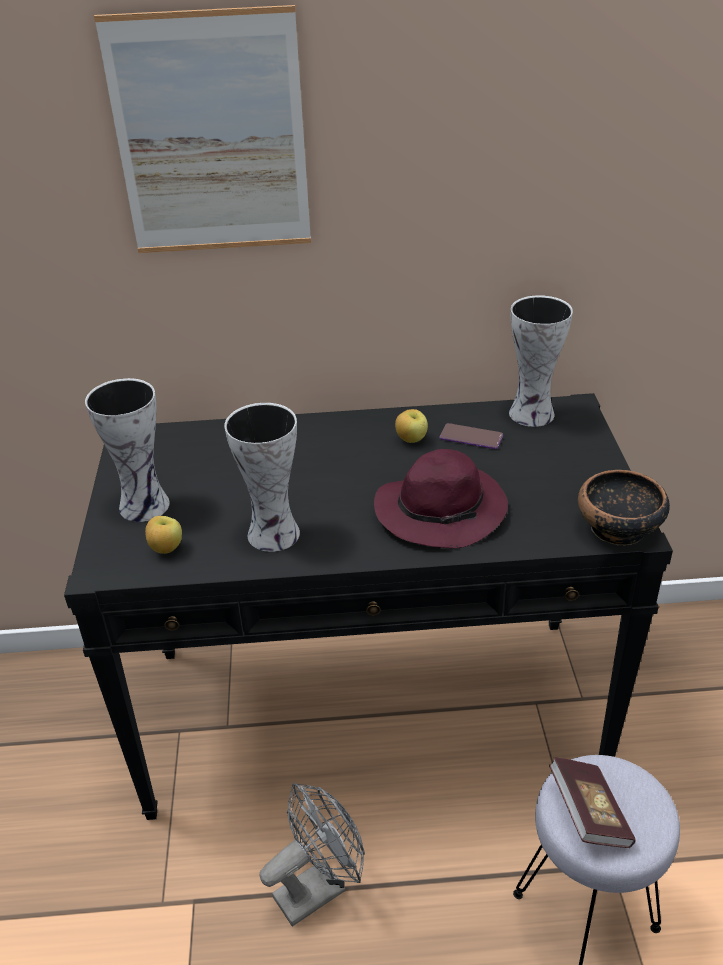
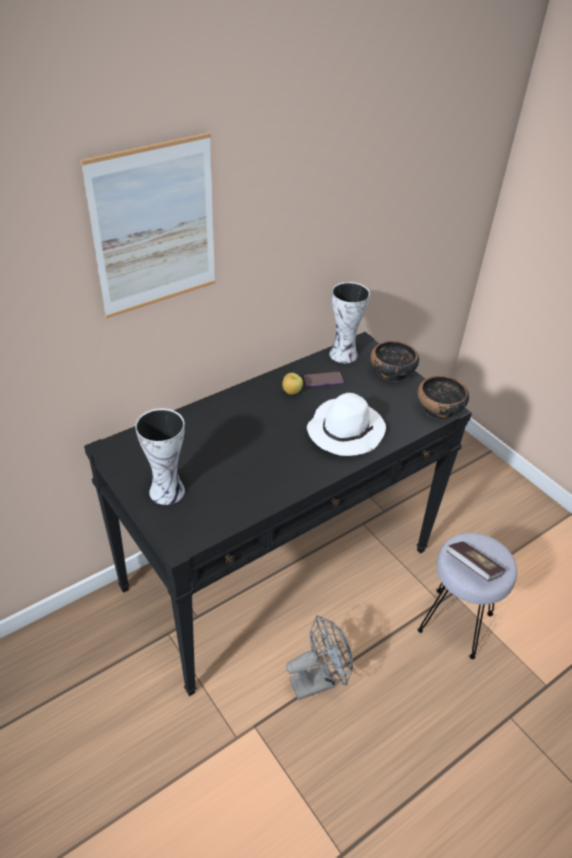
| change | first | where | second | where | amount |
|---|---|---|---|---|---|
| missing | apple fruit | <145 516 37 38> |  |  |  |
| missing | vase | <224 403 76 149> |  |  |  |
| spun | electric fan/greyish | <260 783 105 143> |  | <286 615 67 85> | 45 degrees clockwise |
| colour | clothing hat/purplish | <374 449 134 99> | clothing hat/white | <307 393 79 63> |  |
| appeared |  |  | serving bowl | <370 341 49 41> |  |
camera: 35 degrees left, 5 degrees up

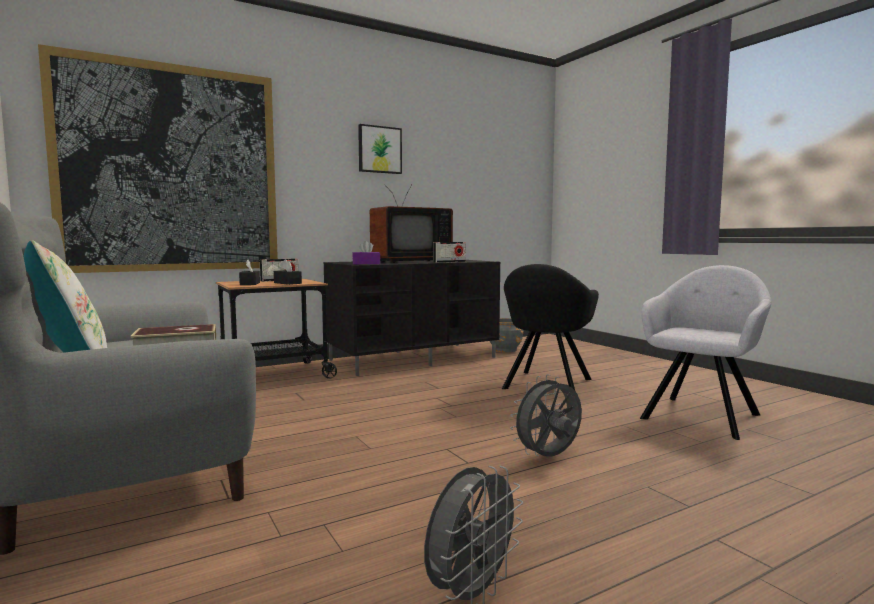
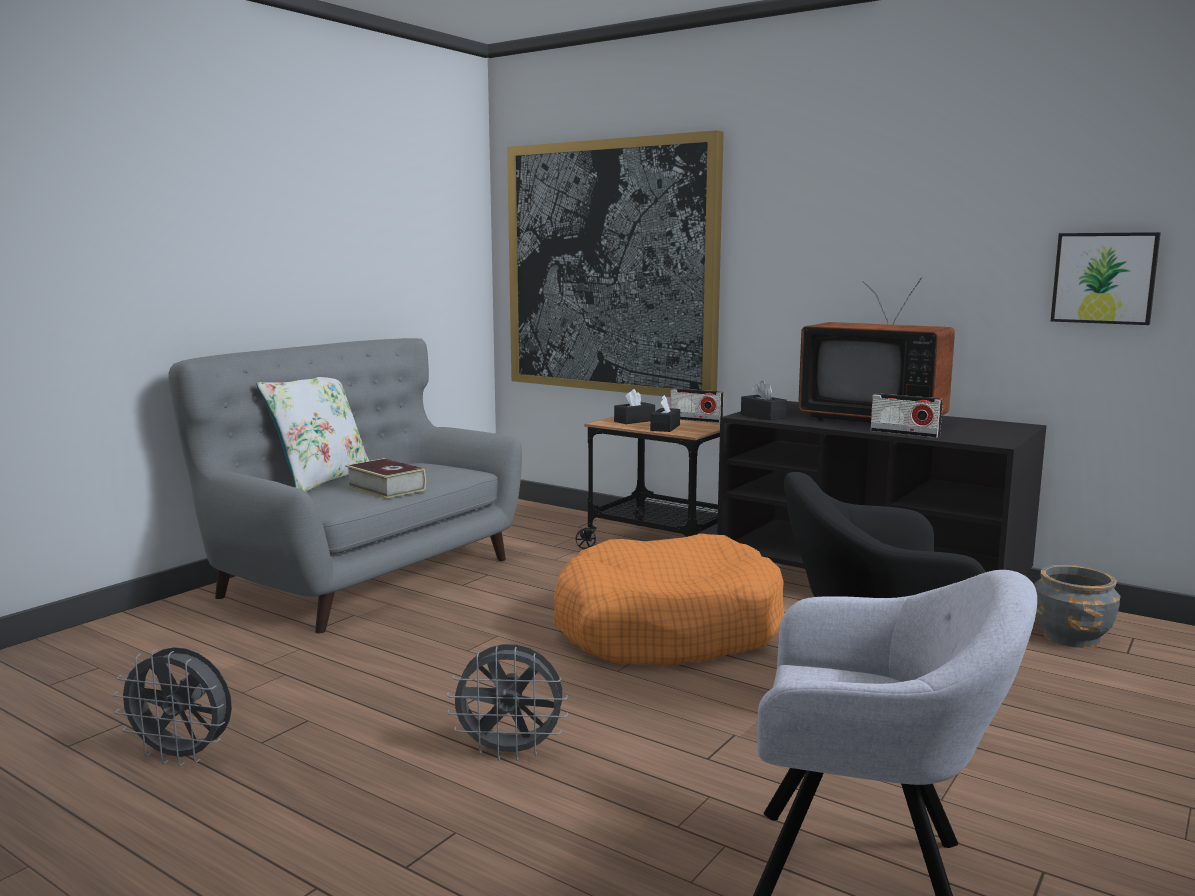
| change | first | where | second | where | amount |
|---|---|---|---|---|---|
| colour | box of tissues/purplish | <352 241 28 23> | box of tissues/blackish | <741 380 46 40> |  |
| relocated | picture | <358 124 44 50> |  | <1051 232 110 93> |  |
| spun | electric fan/greyish | <510 374 72 83> |  | <447 644 121 117> | 150 degrees clockwise |
| appeared |  |  | pet bed/orange-coloured | <553 534 231 132> |  |
camera: 65 degrees right, 5 degrees up

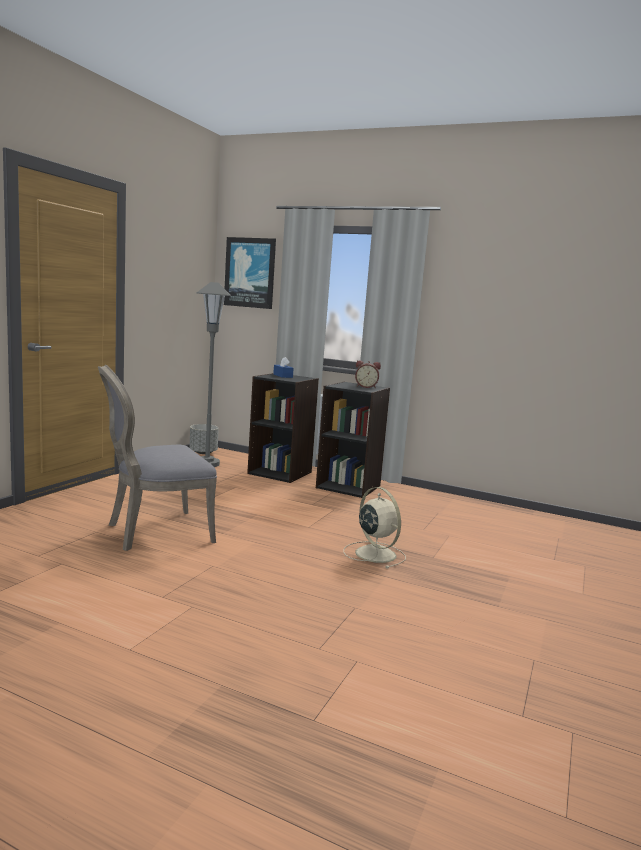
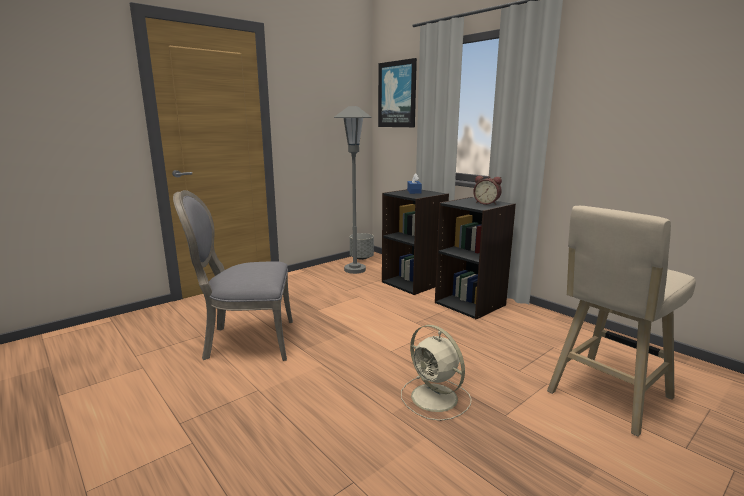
| change | first | where | second | where | amount |
|---|---|---|---|---|---|
| spun | electric fan/beige | <343 487 63 82> |  | <401 325 71 96> | 150 degrees clockwise |
| appeared |  |  | sitting stool/beige | <547 206 149 231> |  |
camera: 25 degrees right, 5 degrees up

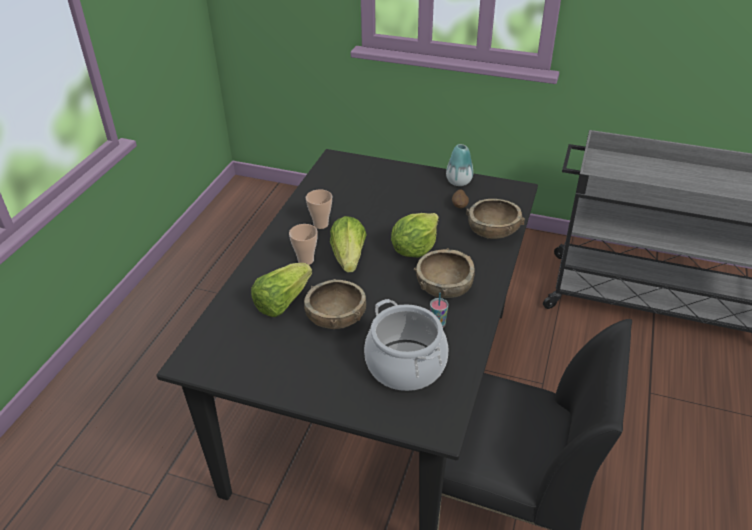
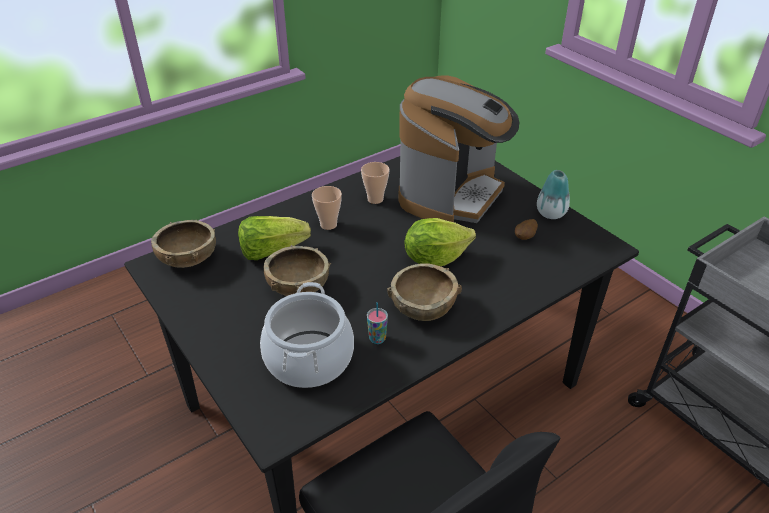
| change | first | where | second | where | amount |
|---|---|---|---|---|---|
| missing | lettuce | <330 216 36 56> |  |  |  |
| relocated | serving bowl/brown-coloured | <466 199 59 40> |  | <151 220 65 48> |  |
| appeared |  |  | coffee machine | <399 75 120 148> |  |
camera: 35 degrees right, 0 degrees up

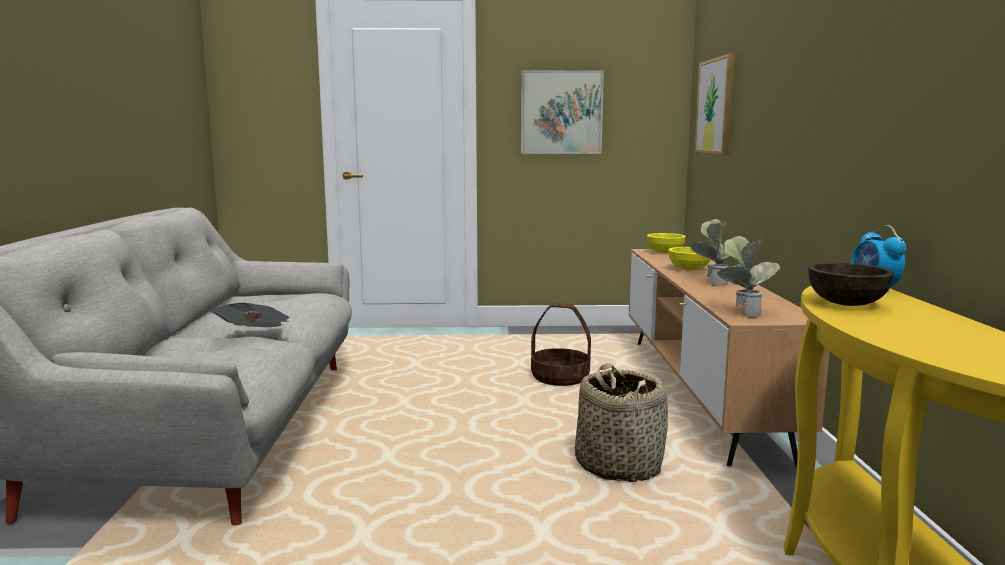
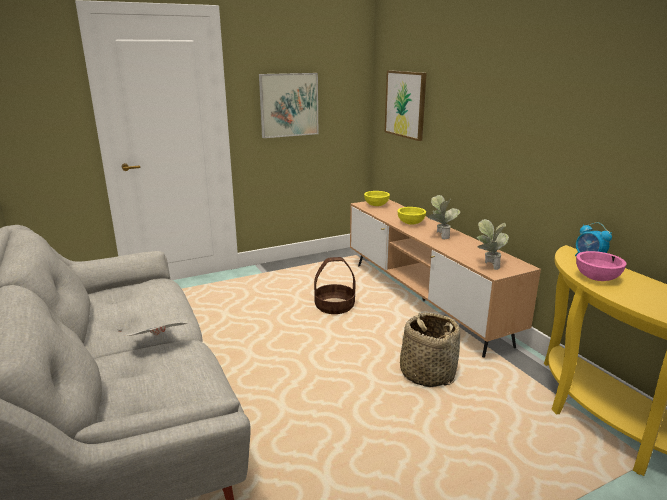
| change | first | where | second | where | amount |
|---|---|---|---|---|---|
| colour | serving bowl/brown-coloured | <808 263 86 43> | serving bowl/pink-coloured | <576 251 50 30> |  |
camera: 25 degrees left, 10 degrees up

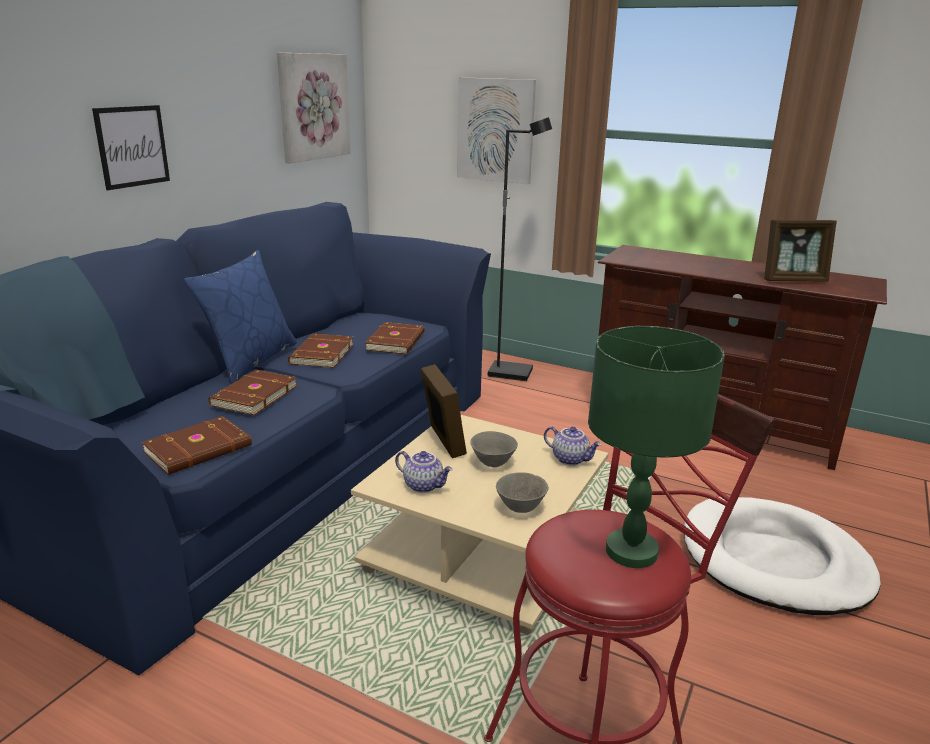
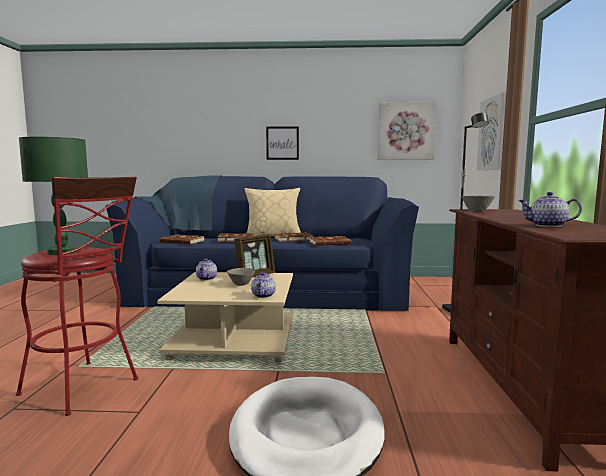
| change | first | where | second | where | amount |
|---|---|---|---|---|---|
| colour | cushion/blue | <184 250 114 134> | cushion/beige | <245 188 56 48> |  |
| relocated | serving bowl/greyish | <496 473 53 40> |  | <462 196 33 16> |  |
| exchanged | picture frame | <764 219 73 63> | teapot | <518 192 64 35> |  |
camera: 65 degrees right, 15 degrees down

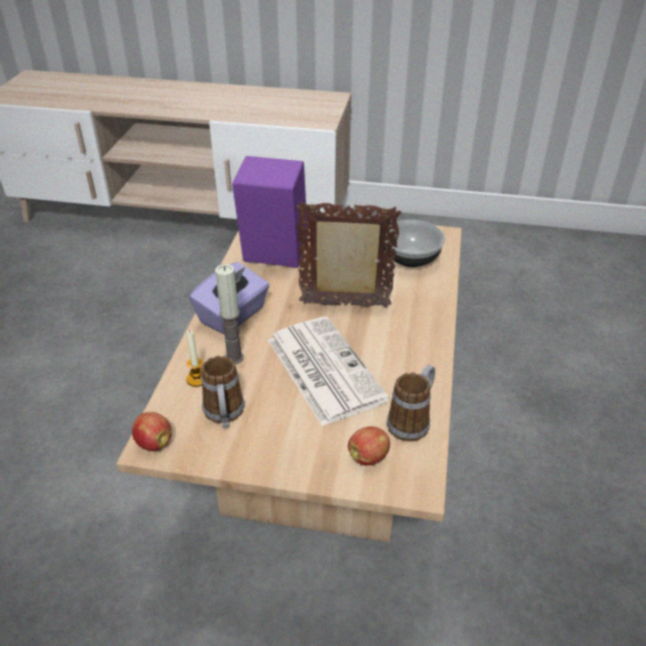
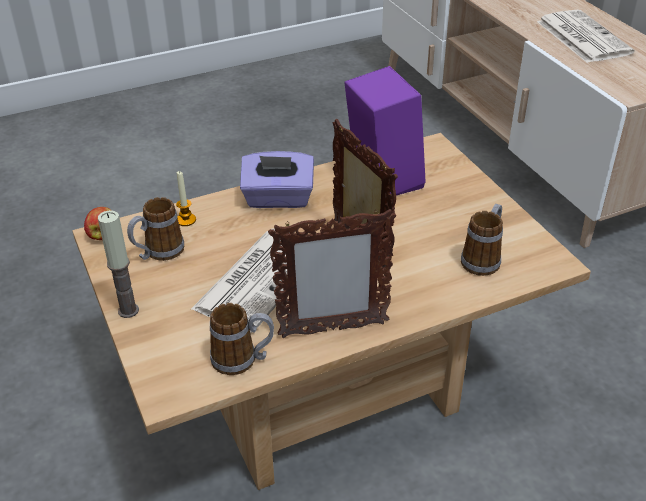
| change | first | where | second | where | amount |
|---|---|---|---|---|---|
| relocated | candle | <215 264 29 100> |  | <98 210 41 108> |  |
| missing | apple fruit | <348 426 42 40> |  |  |  |
| exchanged | serving bowl | <385 220 60 47> | tea mug | <461 204 42 72> |  |
| appeared |  |  | picture frame | <268 209 128 129> |  |
| appeared |  |  | newspaper | <537 9 97 54> |  |
camera: 55 degrees right, 0 degrees up

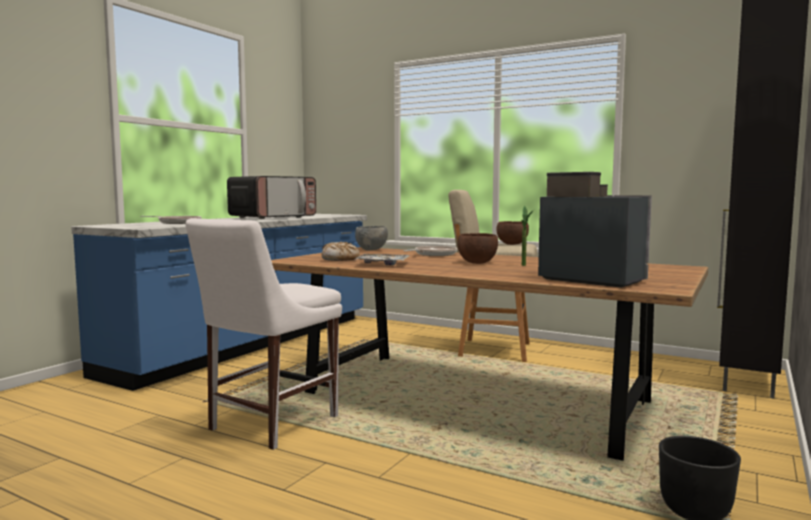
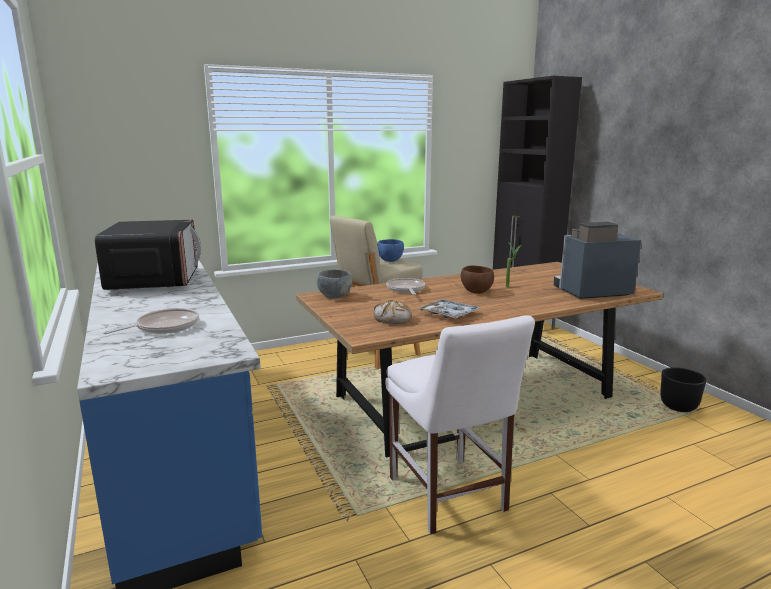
| change | first | where | second | where | amount |
|---|---|---|---|---|---|
| colour | serving bowl/brown-coloured | <497 221 32 24> | serving bowl/blue | <377 239 27 23> |  |
camera: 55 degrees left, 10 degrees up

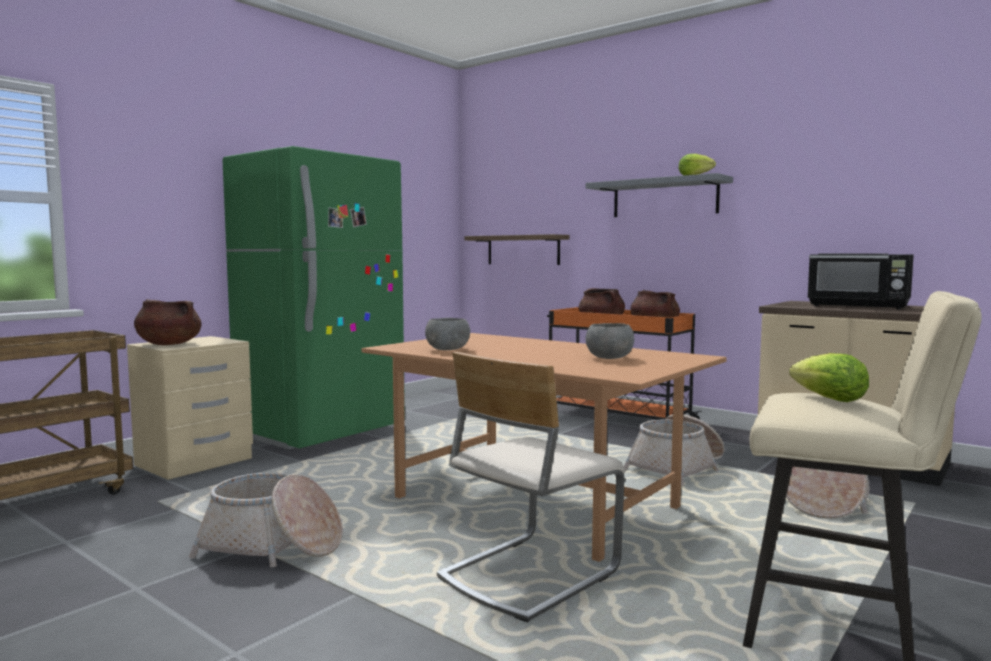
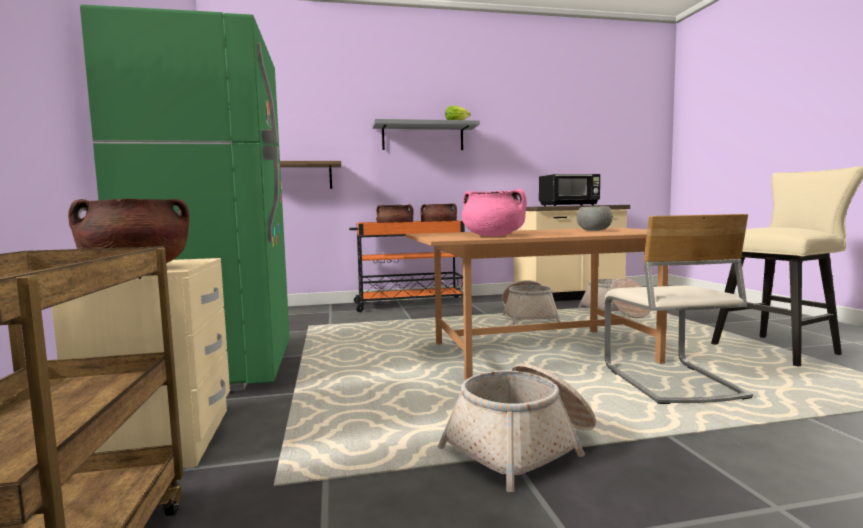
| change | first | where | second | where | amount |
|---|---|---|---|---|---|
| exchanged | serving bowl/greyish | <425 318 45 32> | cooking pot/pink-coloured | <462 189 64 47> |  |
| missing | lettuce | <789 353 80 49> |  |  |  |
camera: 50 degrees left, 0 degrees up

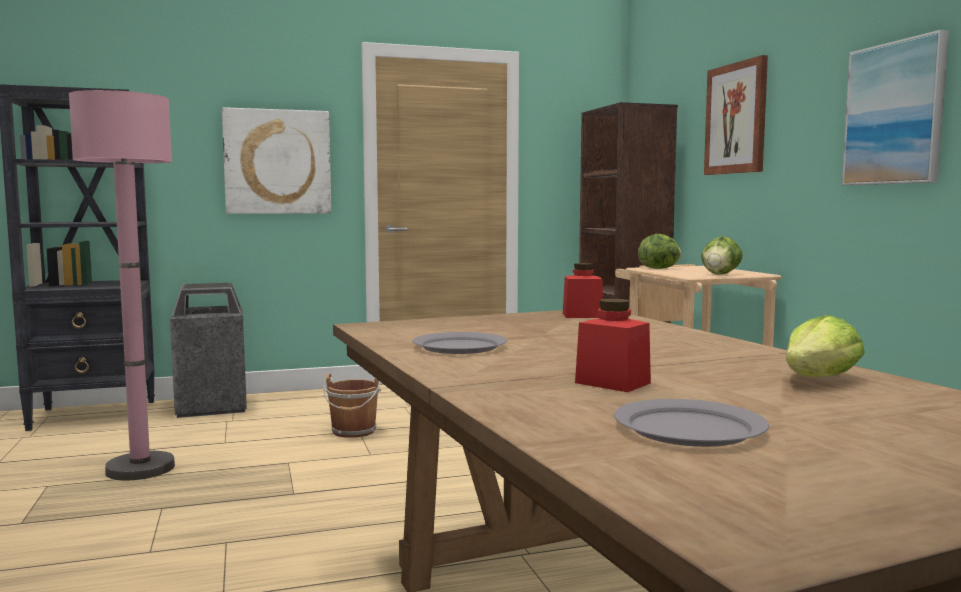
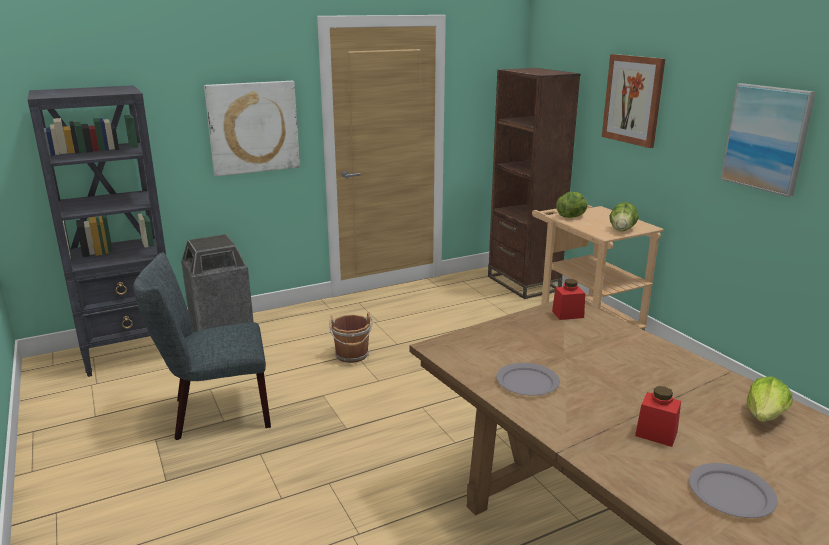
| change | first | where | second | where | amount |
|---|---|---|---|---|---|
| exchanged | standing lamp/pink-coloured | <69 90 106 390> | chair/greyish | <133 252 138 188> |  |
camera: 10 degrees left, 15 degrees up

